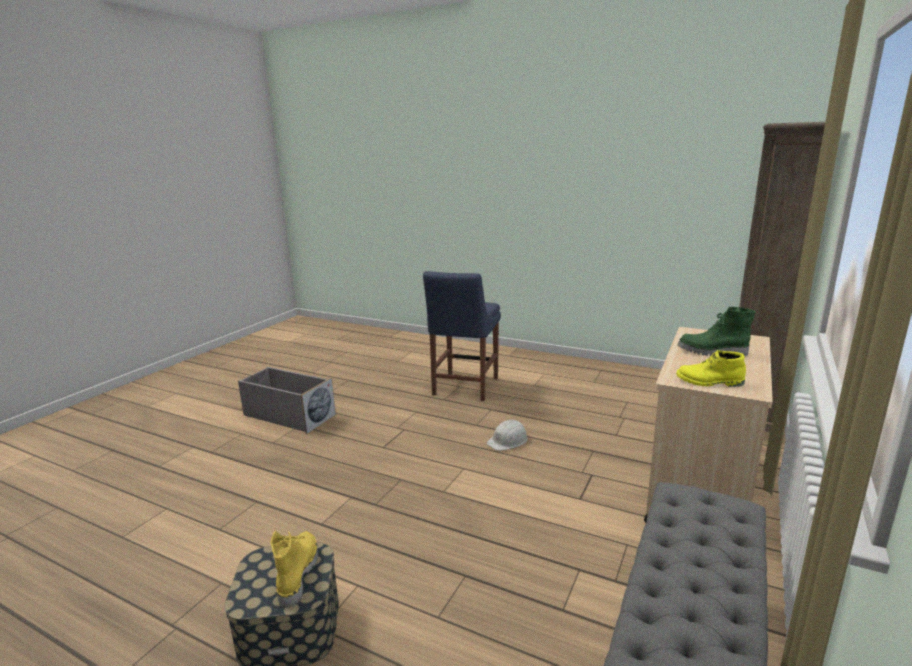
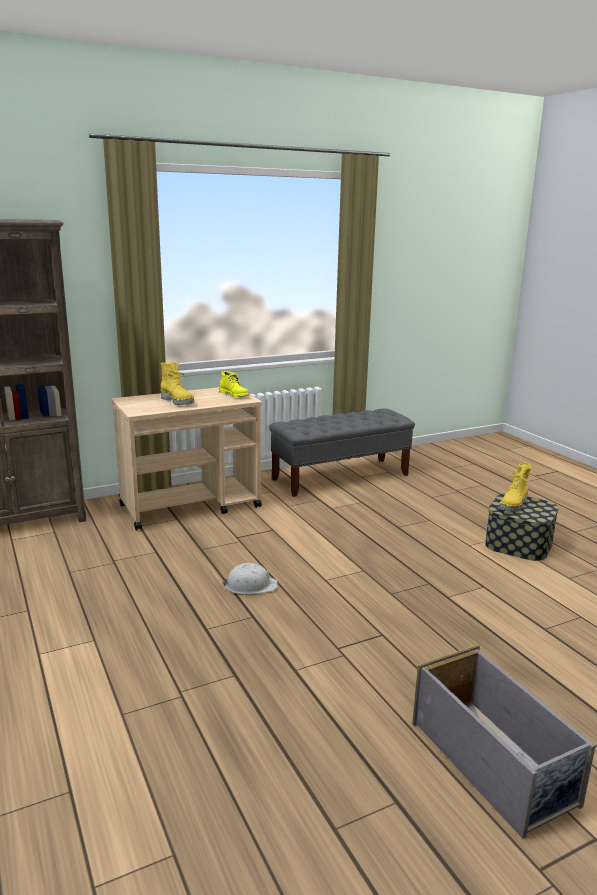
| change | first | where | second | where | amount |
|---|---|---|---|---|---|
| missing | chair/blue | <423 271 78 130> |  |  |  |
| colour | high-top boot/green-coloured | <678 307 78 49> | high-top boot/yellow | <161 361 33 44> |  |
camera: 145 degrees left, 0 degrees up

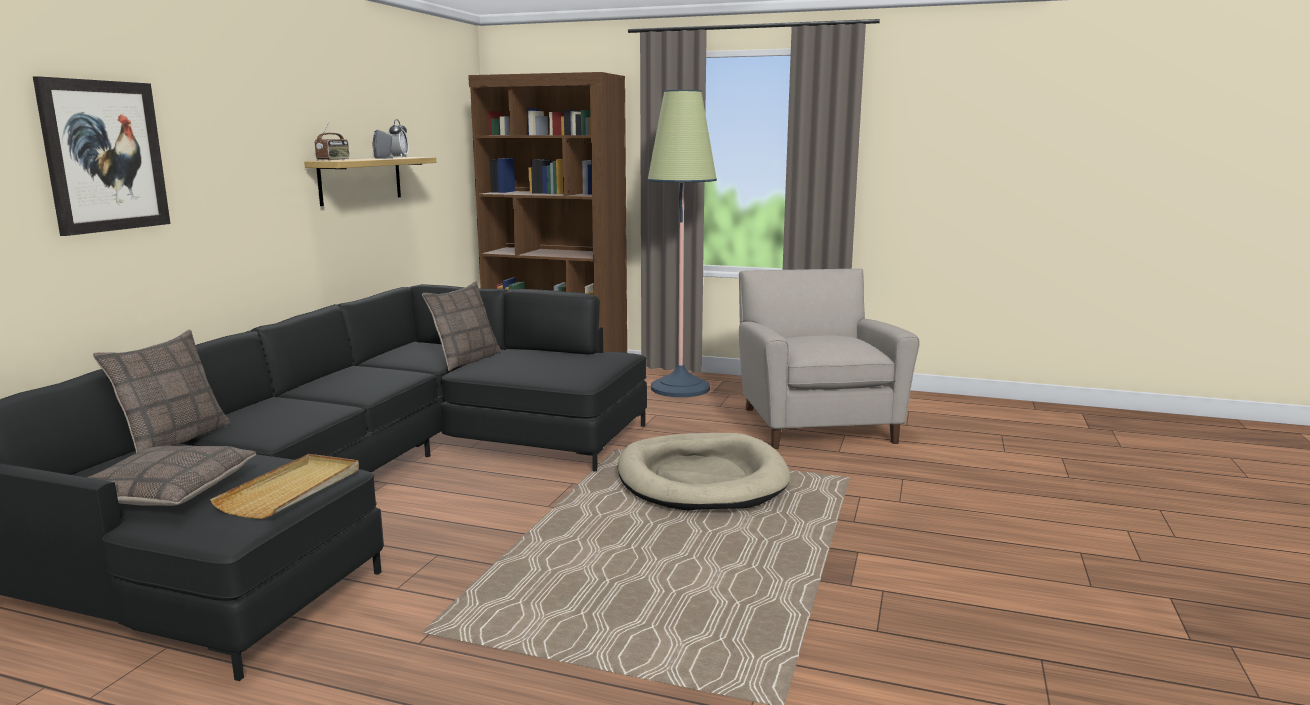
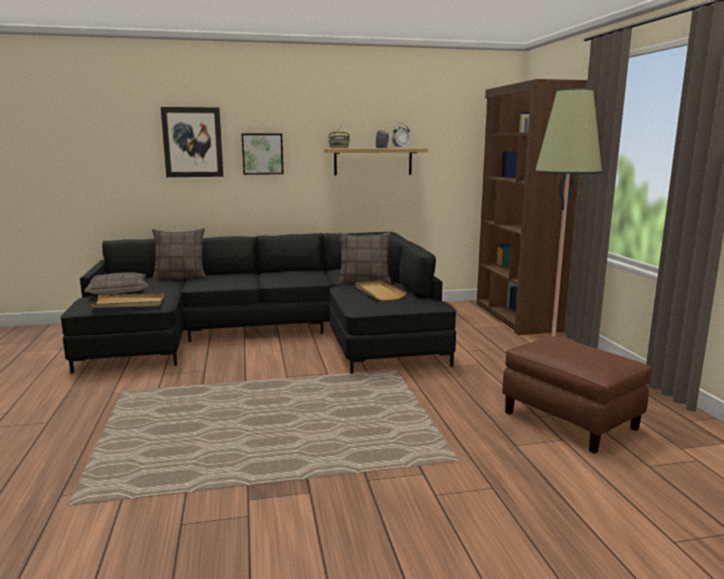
| change | first | where | second | where | amount |
|---|---|---|---|---|---|
| missing | pet bed/beige | <618 433 172 78> |  |  |  |
| exchanged | lounge chair/beige | <739 268 181 181> | ottoman/brown-coloured | <502 336 150 118> |  |
| appeared |  |  | picture | <241 133 43 42> |  |
| appeared |  |  | serving tray/beige | <355 280 52 21> |  |
camera: 60 degrees right, 0 degrees up

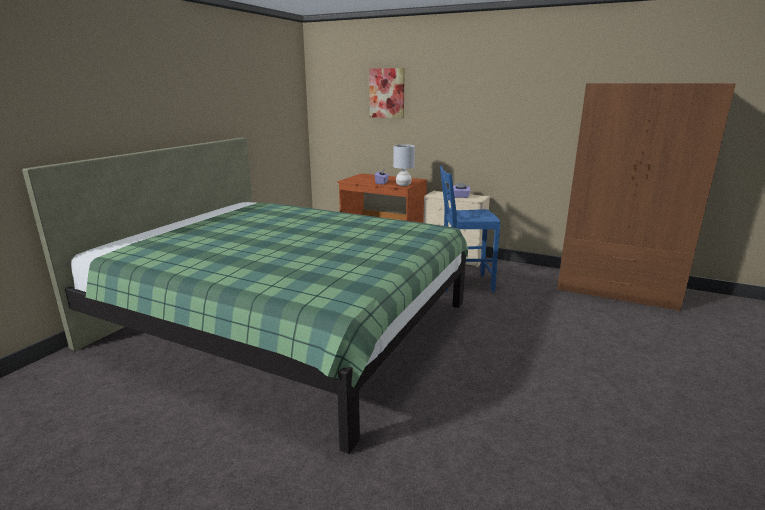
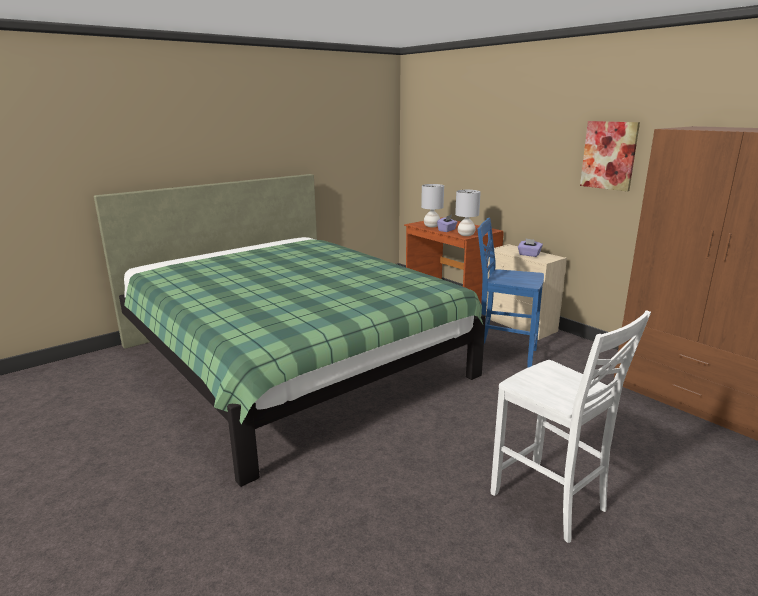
| change | first | where | second | where | amount |
|---|---|---|---|---|---|
| relocated | picture | <369 68 36 50> |  | <580 121 60 71> |  |
| appeared |  |  | table lamp/greyish | <421 184 23 44> |  |
| appeared |  |  | chair/white | <491 310 160 233> |  |
camera: 25 degrees right, 0 degrees up

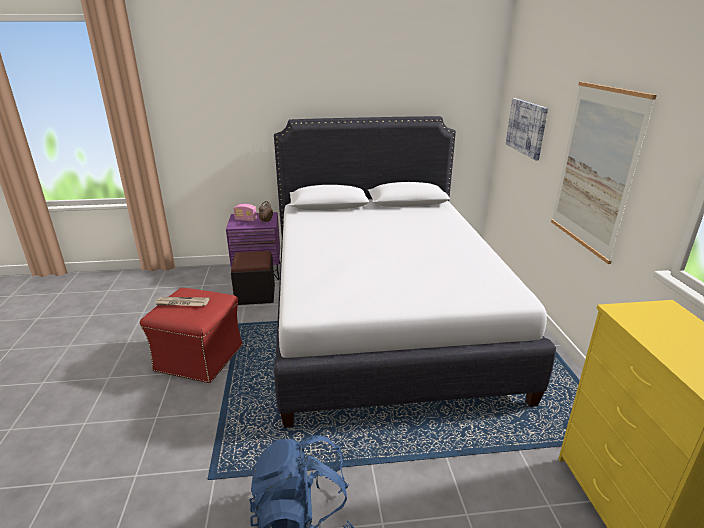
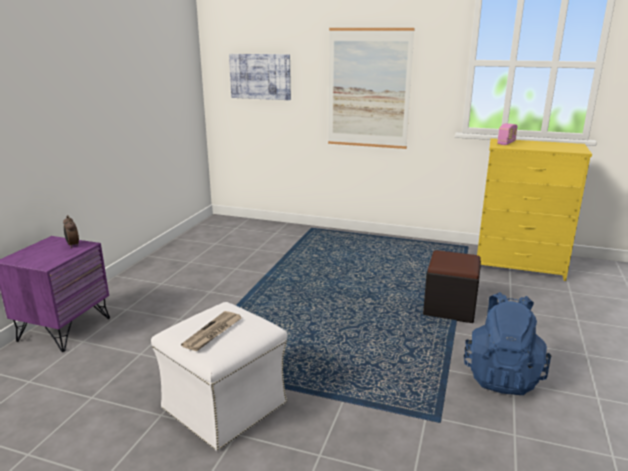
| change | first | where | second | where | amount |
|---|---|---|---|---|---|
| colour | ottoman/red-coloured | <140 288 103 95> | ottoman/white | <151 302 137 149> |  |
| relocated | ottoman/blackish | <231 251 44 54> |  | <423 250 58 73> |  |
| relocated | radio set | <234 204 23 17> |  | <497 123 21 22> |  |
| missing | bedroom bed/white | <274 116 282 312> |  |  |  |
camera: 65 degrees left, 5 degrees down

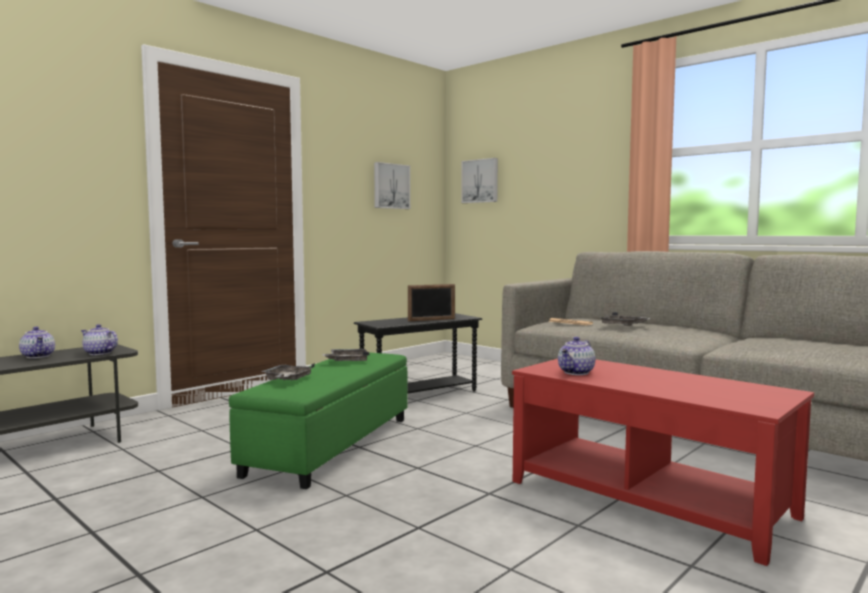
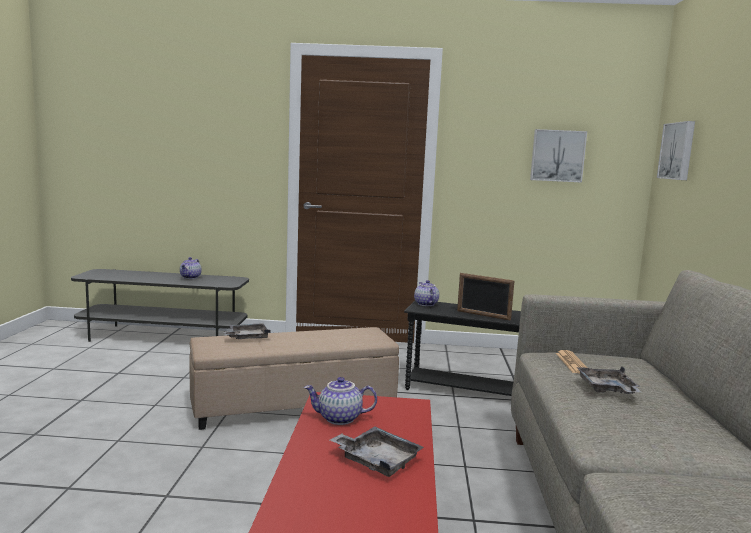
| change | first | where | second | where | amount |
|---|---|---|---|---|---|
| relocated | teapot | <81 324 37 31> |  | <414 280 25 26> |  |
| colour | ottoman/green-coloured | <229 352 179 137> | ottoman/beige | <189 327 210 103> |  |
| relocated | serving tray/greyish | <322 349 47 12> |  | <330 426 94 51> |  |
camera: 50 degrees right, 5 degrees up

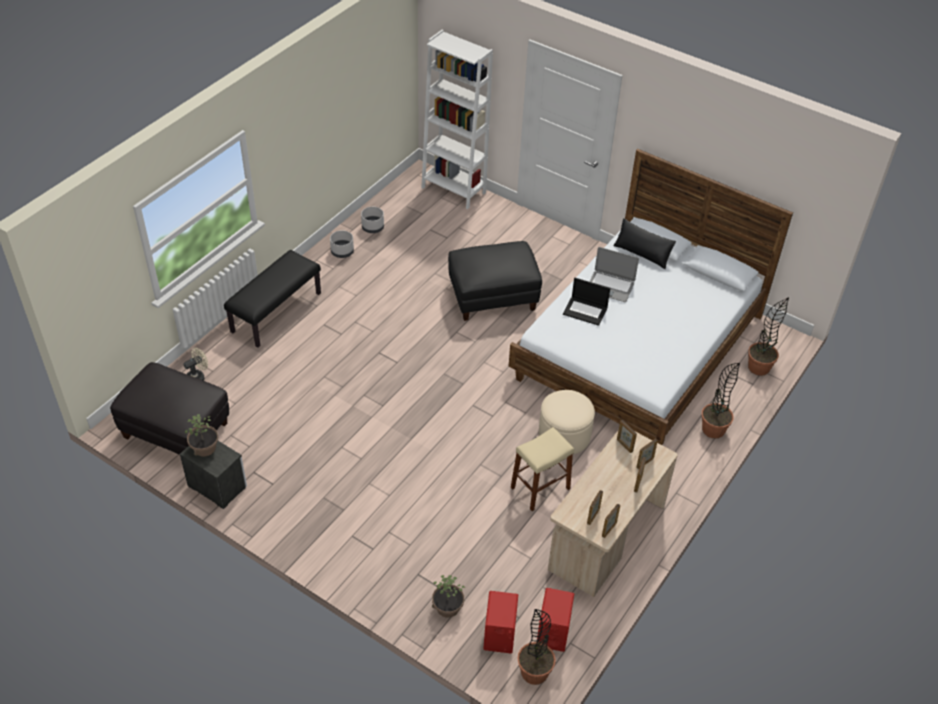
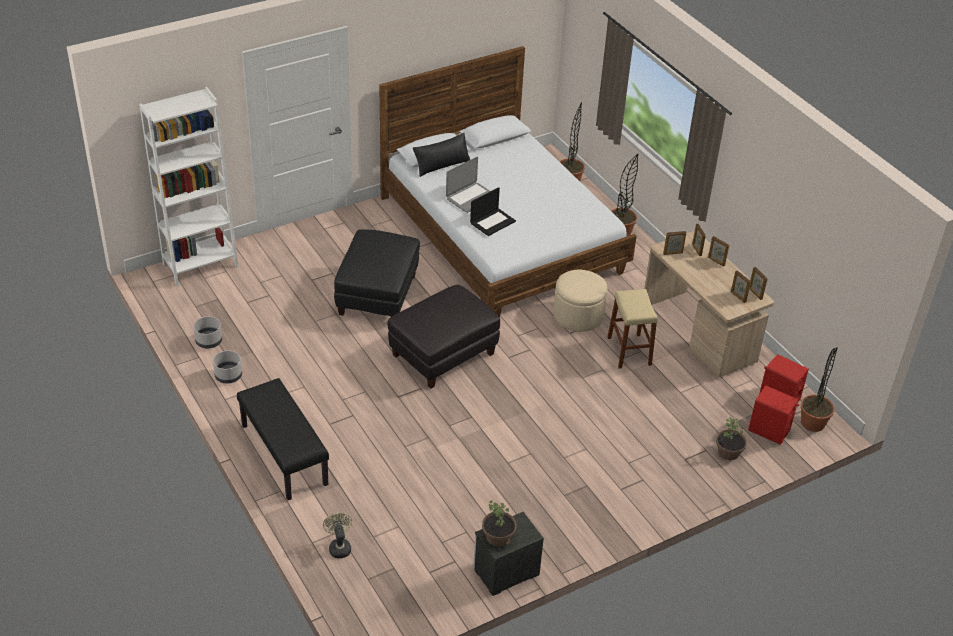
| change | first | where | second | where | amount |
|---|---|---|---|---|---|
| relocated | ottoman/blackish | <110 362 119 93> |  | <388 285 112 104> |  |
camera: 65 degrees left, 5 degrees down

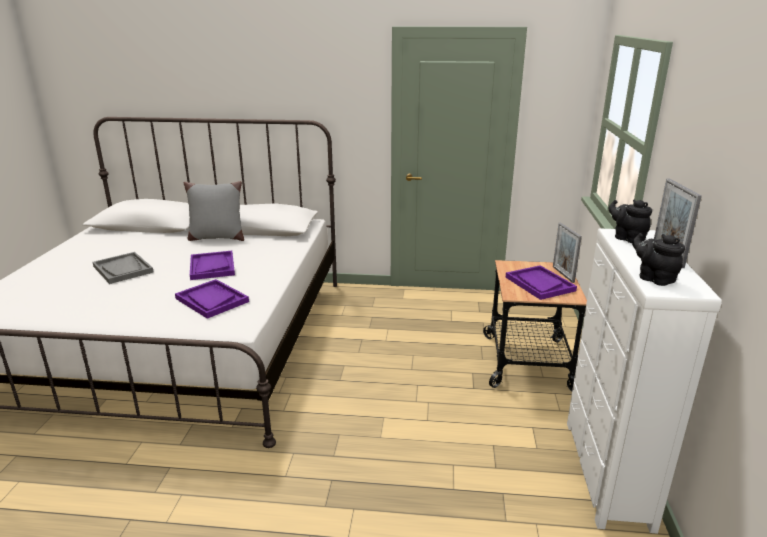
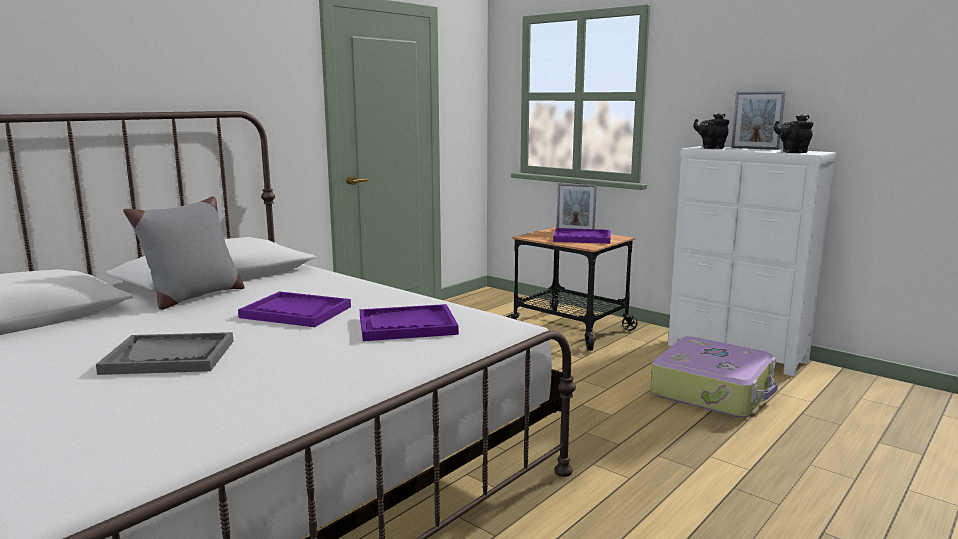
| change | first | where | second | where | amount |
|---|---|---|---|---|---|
| appeared |  |  | travel case | <650 336 128 81> |  |
camera: 55 degrees left, 10 degrees down

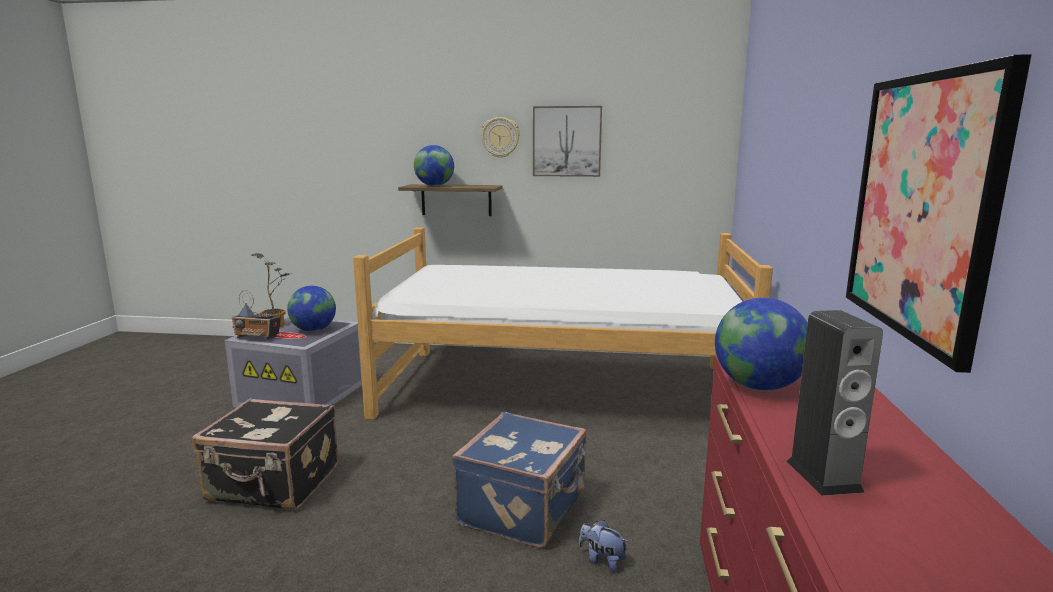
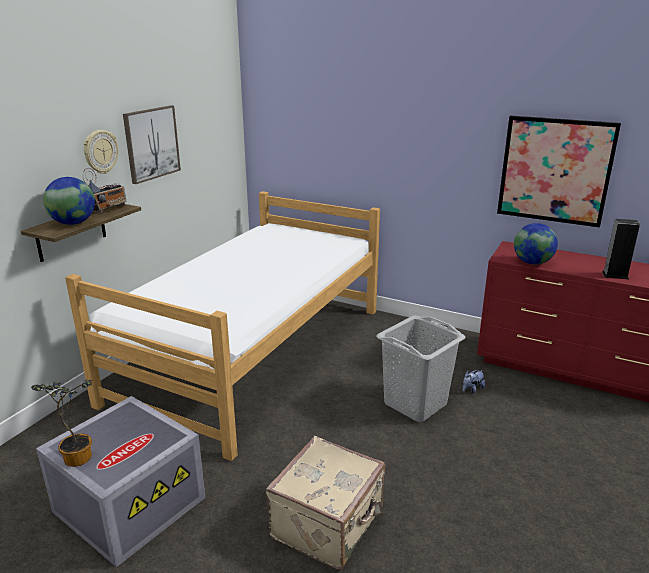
| change | first | where | second | where | amount |
|---|---|---|---|---|---|
| colour | travel case/blackish | <192 398 147 112> | travel case/beige | <266 436 119 133> |  |
| relocated | radio set | <232 290 49 50> |  | <83 168 43 45> |  |
| missing | world globe | <287 286 49 46> |  |  |  |
| exchanged | travel case/blue | <452 412 135 136> | washing basket/greyish | <376 315 90 107> |  |
camera: 70 degrees left, 10 degrees up

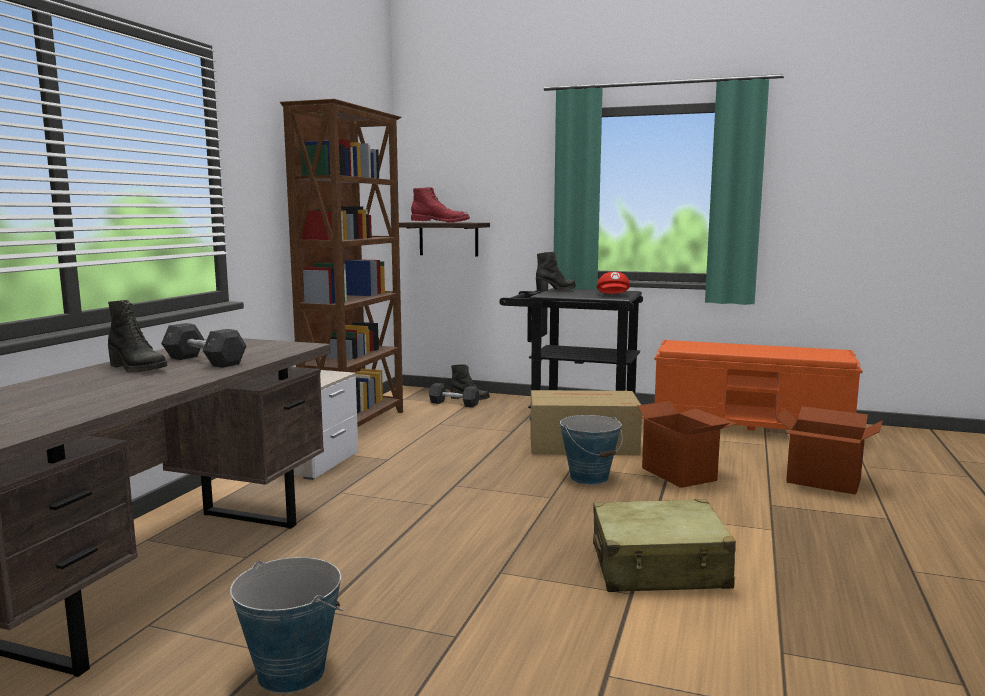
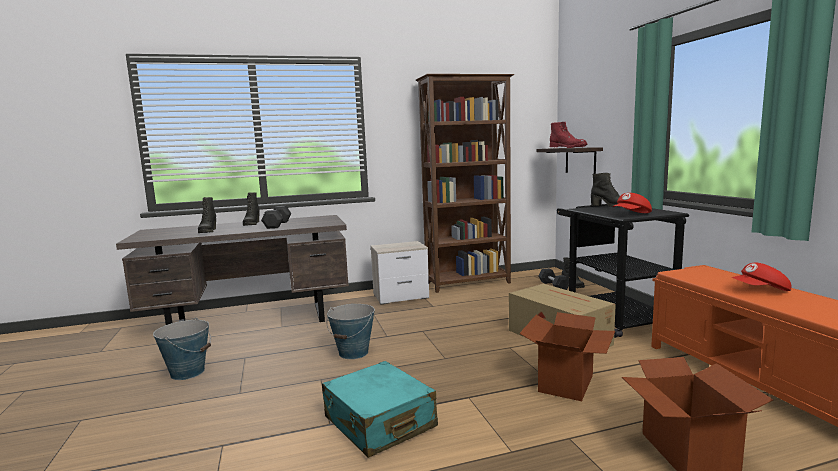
| change | first | where | second | where | amount |
|---|---|---|---|---|---|
| relocated | pail | <560 415 63 70> |  | <327 304 48 55> |  |
| colour | travel case/beige | <593 499 143 93> | travel case/blue-green | <322 361 116 97> |  |
| appeared |  |  | high-top boot/blackish | <198 197 18 36> |  |
| appeared |  |  | baseball cap/red-coloured | <732 263 59 28> |  |
camera: 55 degrees right, 0 degrees up

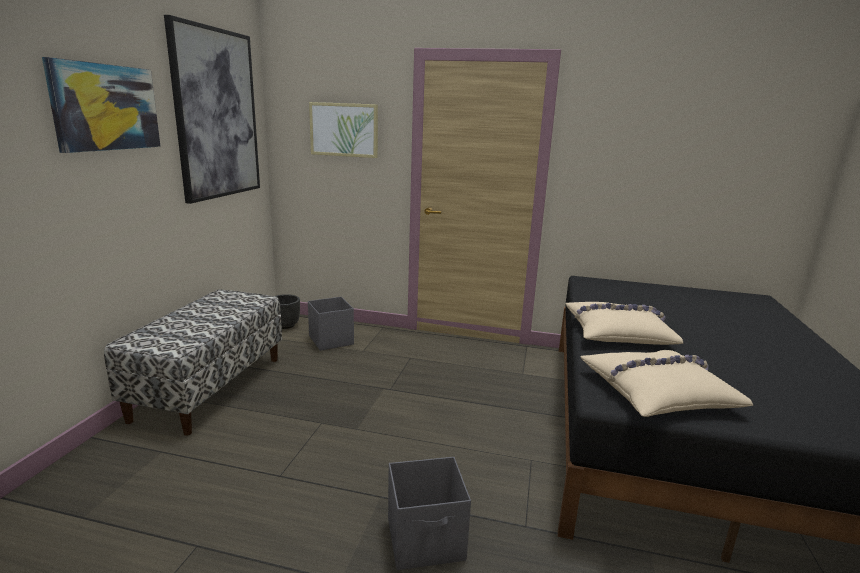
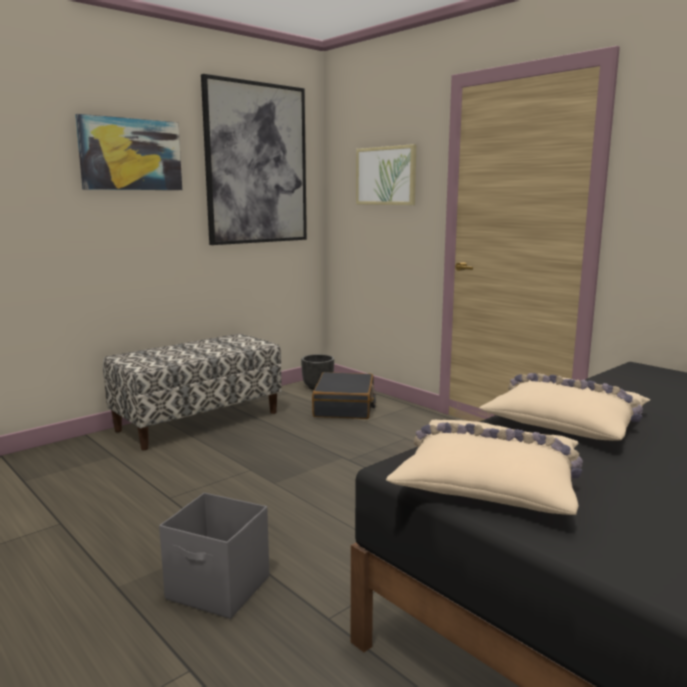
| change | first | where | second | where | amount |
|---|---|---|---|---|---|
| exchanged | storage container/greyish | <308 297 46 54> | travel case/blackish | <312 372 64 47> |  |
camera: 35 degrees right, 5 degrees down

